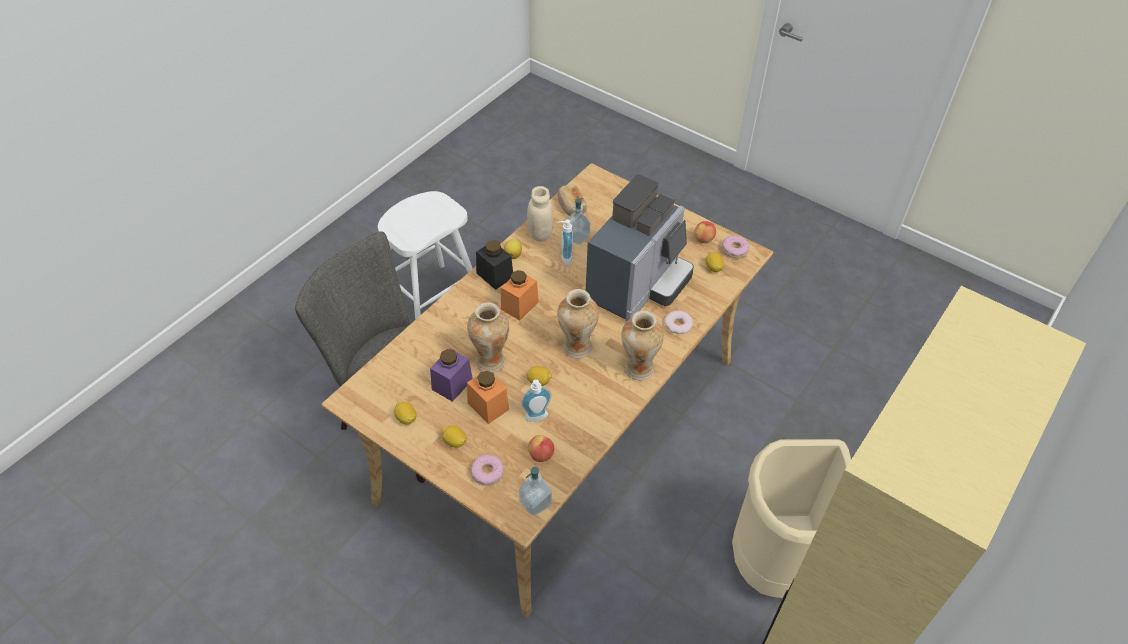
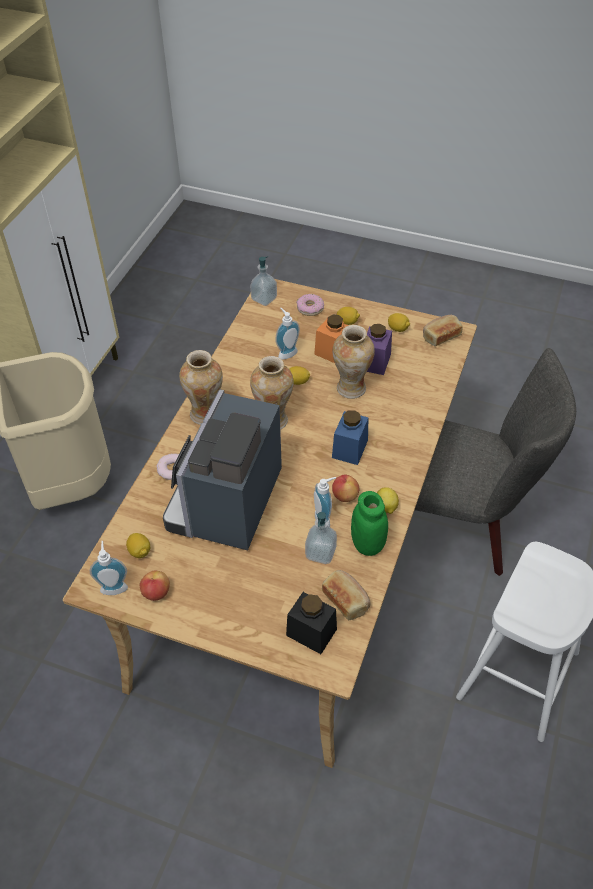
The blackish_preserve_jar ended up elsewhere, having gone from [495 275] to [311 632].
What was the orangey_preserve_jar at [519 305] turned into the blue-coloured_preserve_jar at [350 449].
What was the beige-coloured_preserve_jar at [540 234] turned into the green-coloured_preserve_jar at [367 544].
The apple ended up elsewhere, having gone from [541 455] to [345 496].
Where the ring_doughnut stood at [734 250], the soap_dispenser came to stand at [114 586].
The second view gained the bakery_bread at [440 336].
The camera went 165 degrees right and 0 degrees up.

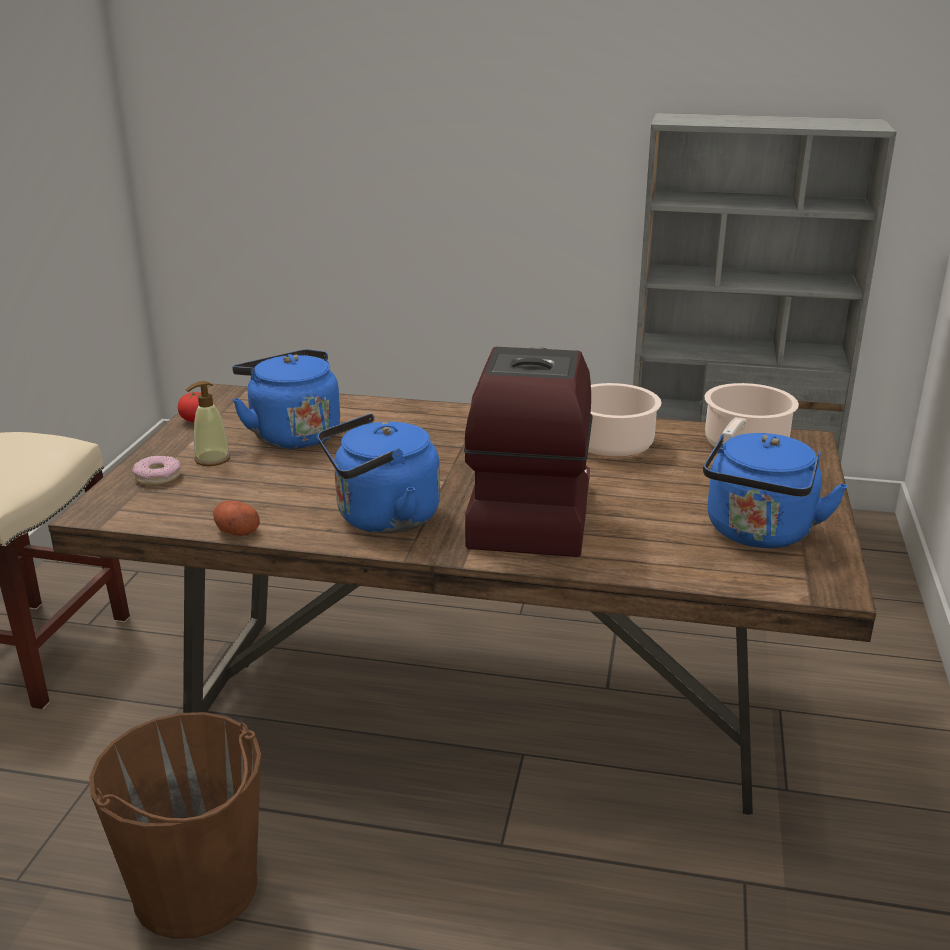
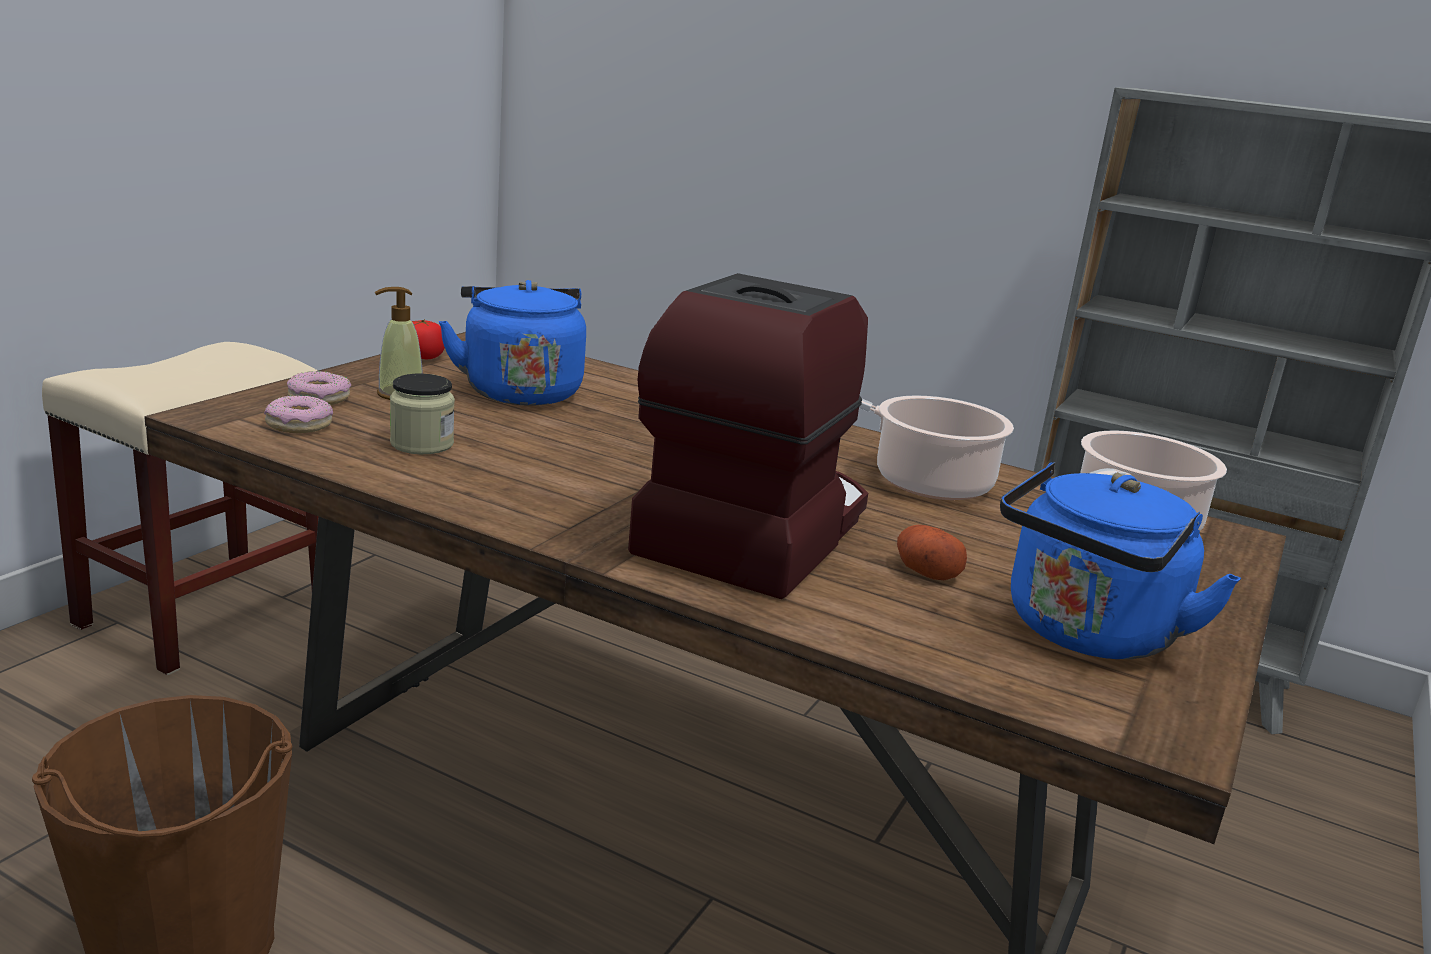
The whole_potato ended up elsewhere, having gone from [235 530] to [924 571].
The second view lost the blue-coloured_kettle at [381 519].
The second view gained the ring_doughnut at [299 425].
The second view gained the preserve_jar at [422 444].
The camera went 15 degrees right and 5 degrees down.

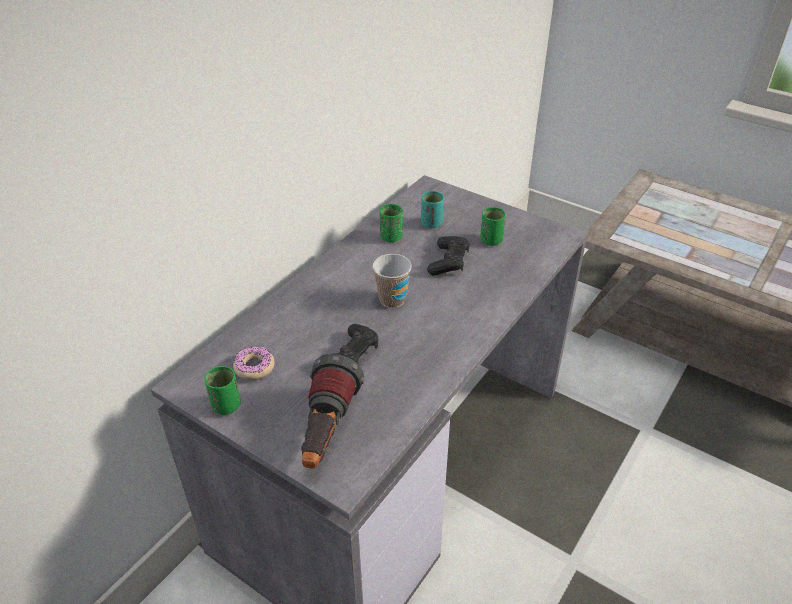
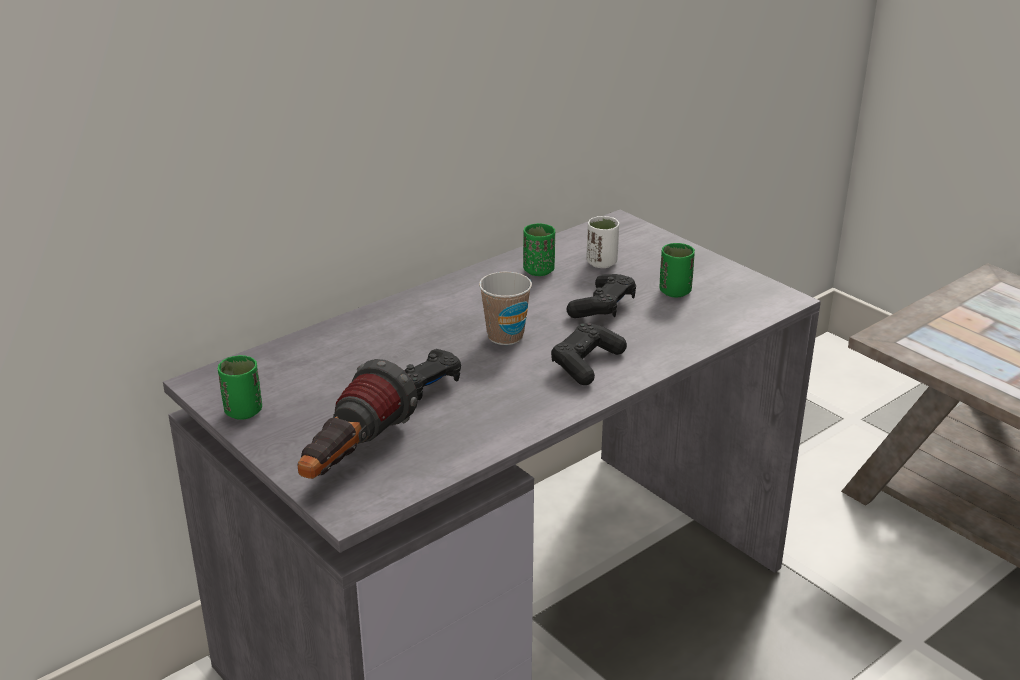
The second view lost the ring_doughnut at [254 367].
What was the turquoise_small_cup at [431 223] turned into the whitish_small_cup at [601 263].
The second view gained the blackish_joypad at [586 363].
The camera went 15 degrees right and 10 degrees down.

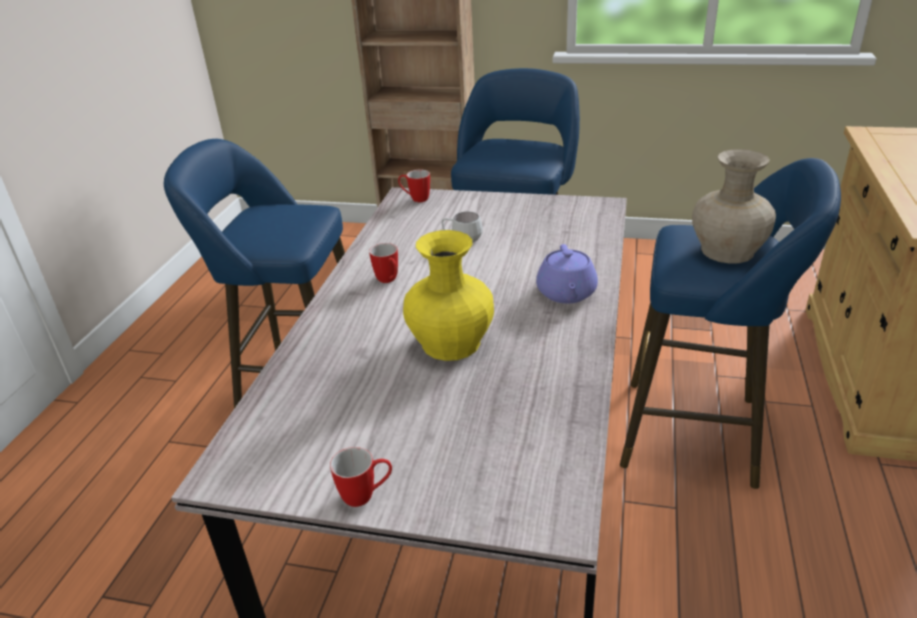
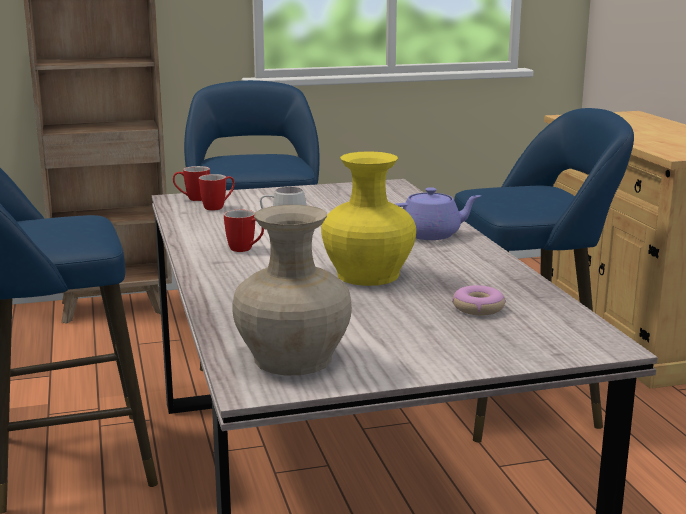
The tea_mug ended up elsewhere, having gone from [366 495] to [218 207].
The purple-coloured_pot_for_tea at [566 293] ended up facing another way, 75 degrees counterclockwise from before.
The beige-coloured_decorative_vase ended up elsewhere, having gone from [728 251] to [294 358].
The second view gained the ring_doughnut at [478 308].
The camera went 30 degrees left and 15 degrees down.

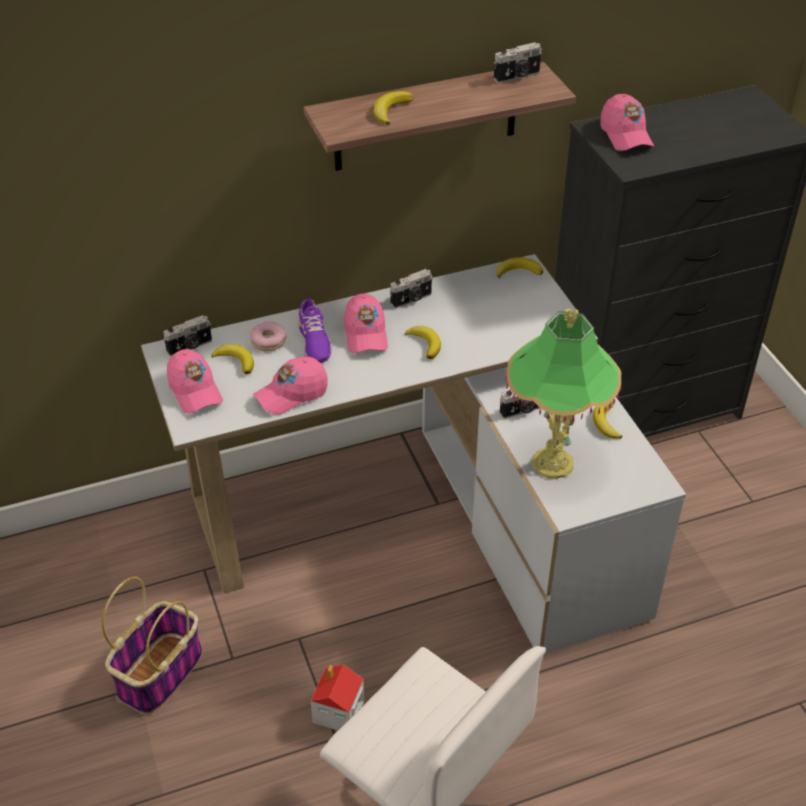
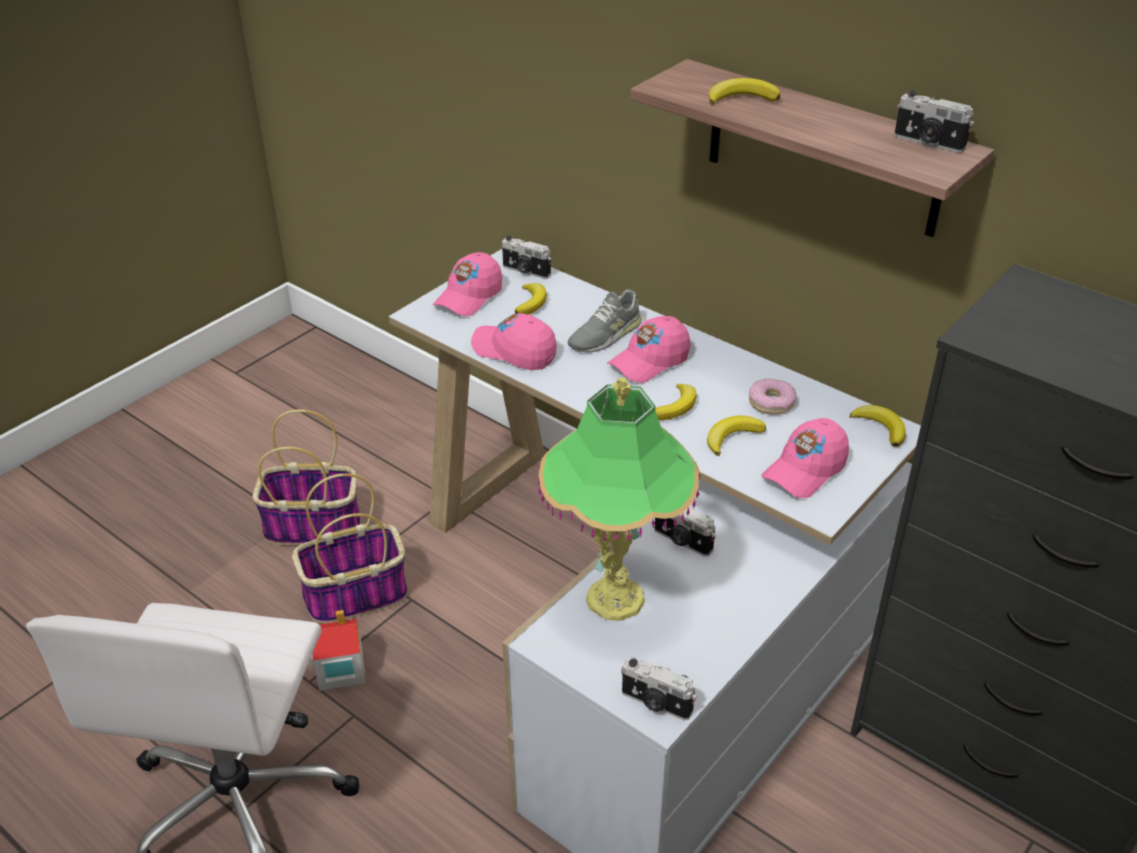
The ring_doughnut ended up elsewhere, having gone from [268 341] to [771 402].
What was the purple-coloured_item_of_footwear at [314 341] turned into the greyish_item_of_footwear at [605 334].
The still_camera ended up elsewhere, having gone from [412 299] to [656 704].
The whole_banana ended up elsewhere, having gone from [606 422] to [732 437].
The pink-coloured_peaked_cap ended up elsewhere, having gone from [625 135] to [805 470].
The second view gained the storage_basket at [354 596].
The camera went 60 degrees right and 5 degrees down.

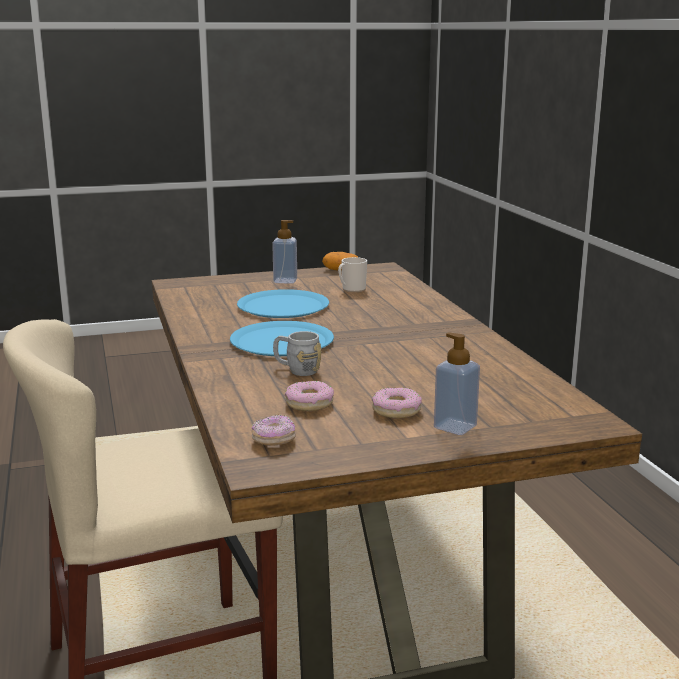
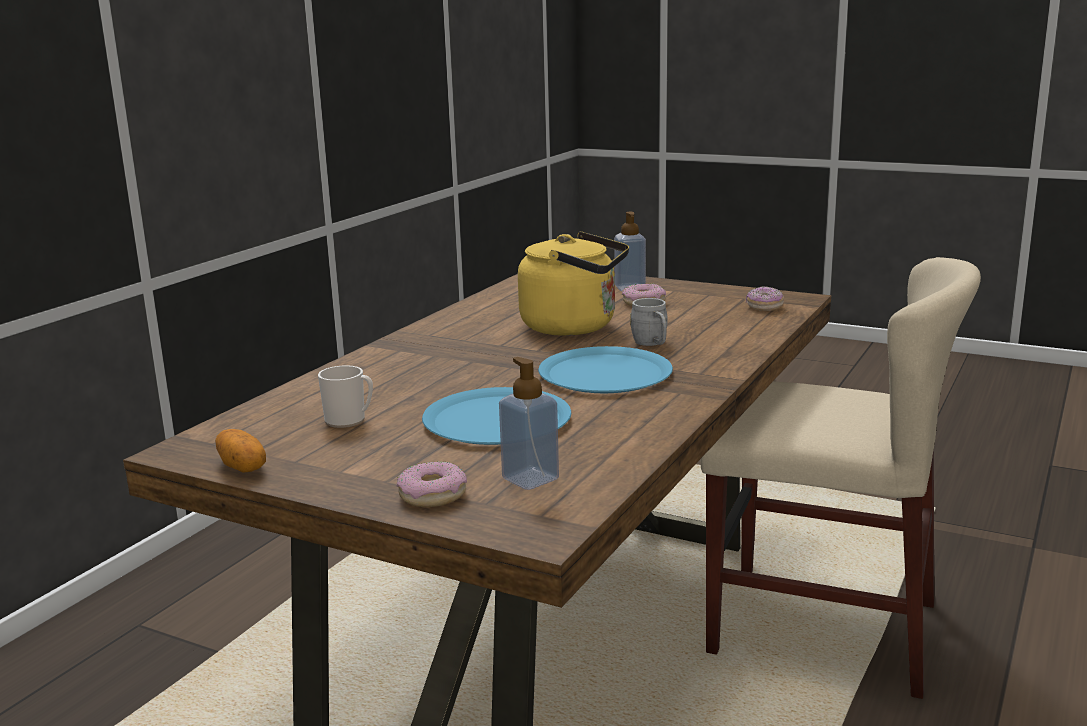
The soap_dispenser ended up elsewhere, having gone from [285 281] to [530 479].
The ring_doughnut ended up elsewhere, having gone from [309 403] to [432 495].
The second view gained the yellow_kettle at [575 326].
The camera went 135 degrees left and 0 degrees up.

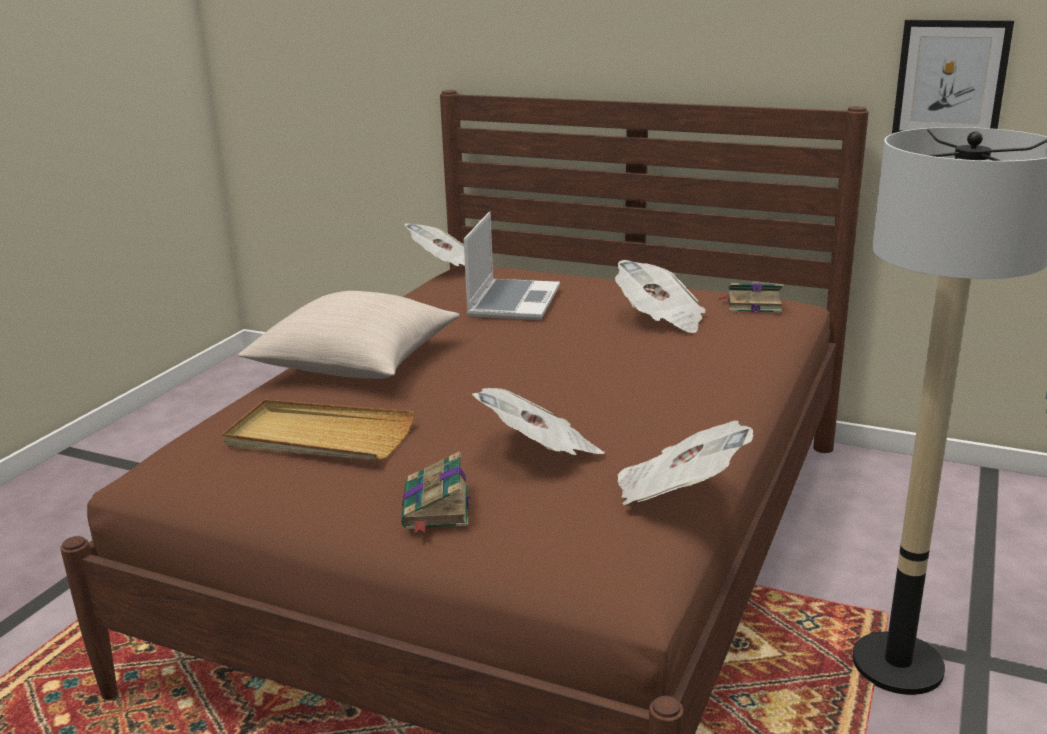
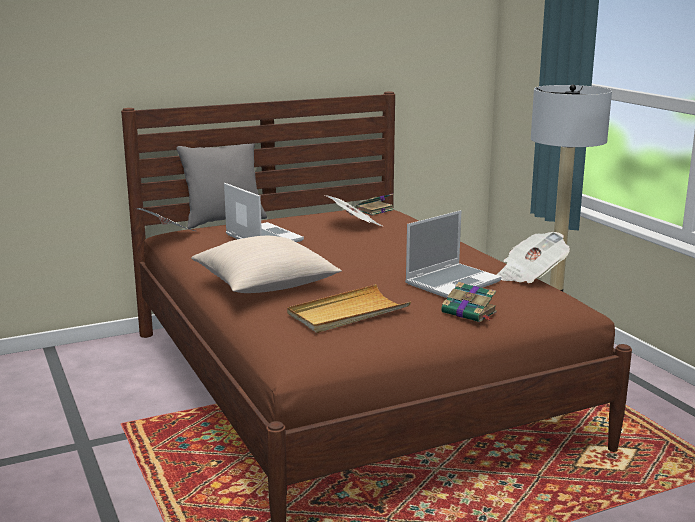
Where the daily_paper stood at [540 452], the notebook_computer came to stand at [452 282].
The second view lost the picture at [950 80].
The second view gained the greyish_pillow at [224 221].
The camera went 50 degrees left and 5 degrees down.

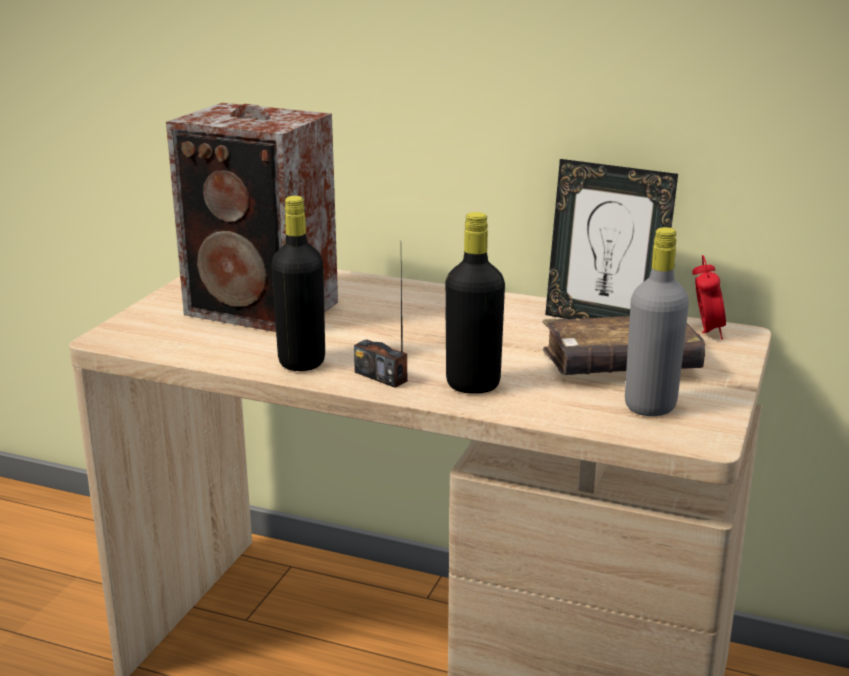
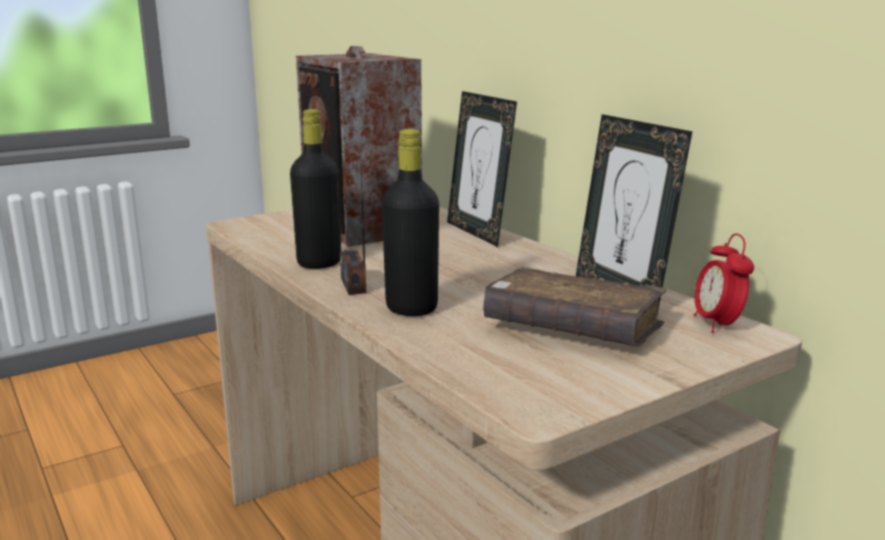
The second view lost the greyish_drink_bottle at [650 406].
The bedside_clock at [705 332] ended up facing another way, 135 degrees clockwise from before.
The second view gained the standing_frame at [478 232].
The camera went 35 degrees right and 5 degrees down.

